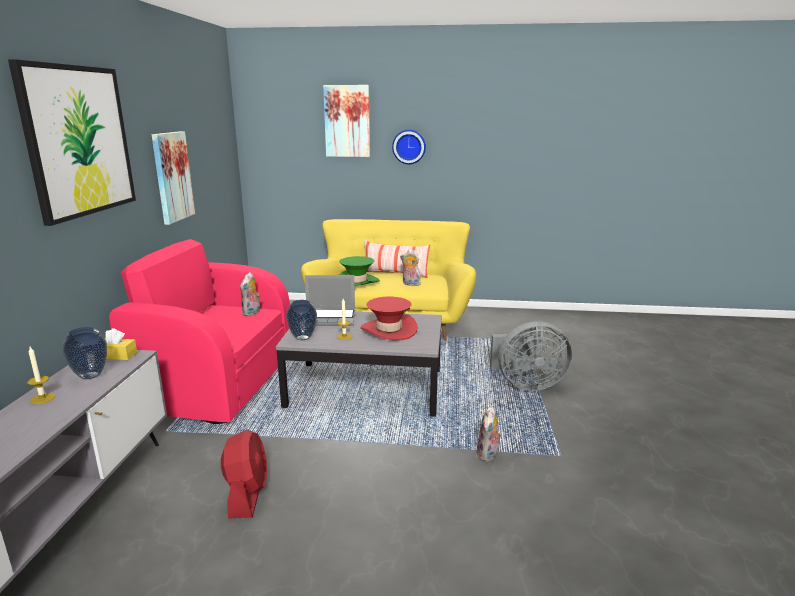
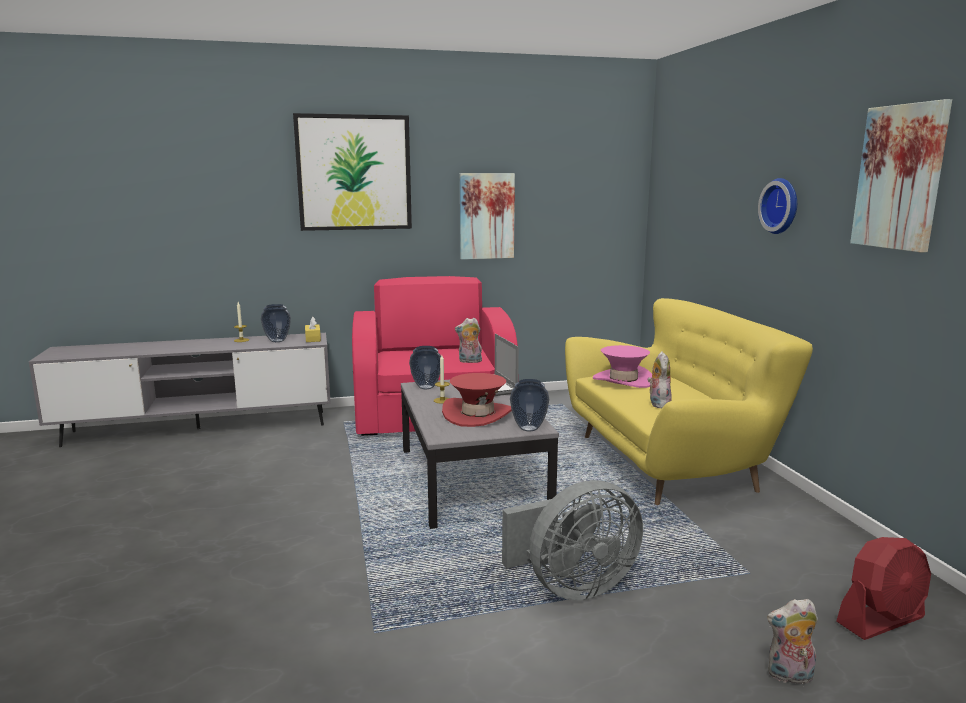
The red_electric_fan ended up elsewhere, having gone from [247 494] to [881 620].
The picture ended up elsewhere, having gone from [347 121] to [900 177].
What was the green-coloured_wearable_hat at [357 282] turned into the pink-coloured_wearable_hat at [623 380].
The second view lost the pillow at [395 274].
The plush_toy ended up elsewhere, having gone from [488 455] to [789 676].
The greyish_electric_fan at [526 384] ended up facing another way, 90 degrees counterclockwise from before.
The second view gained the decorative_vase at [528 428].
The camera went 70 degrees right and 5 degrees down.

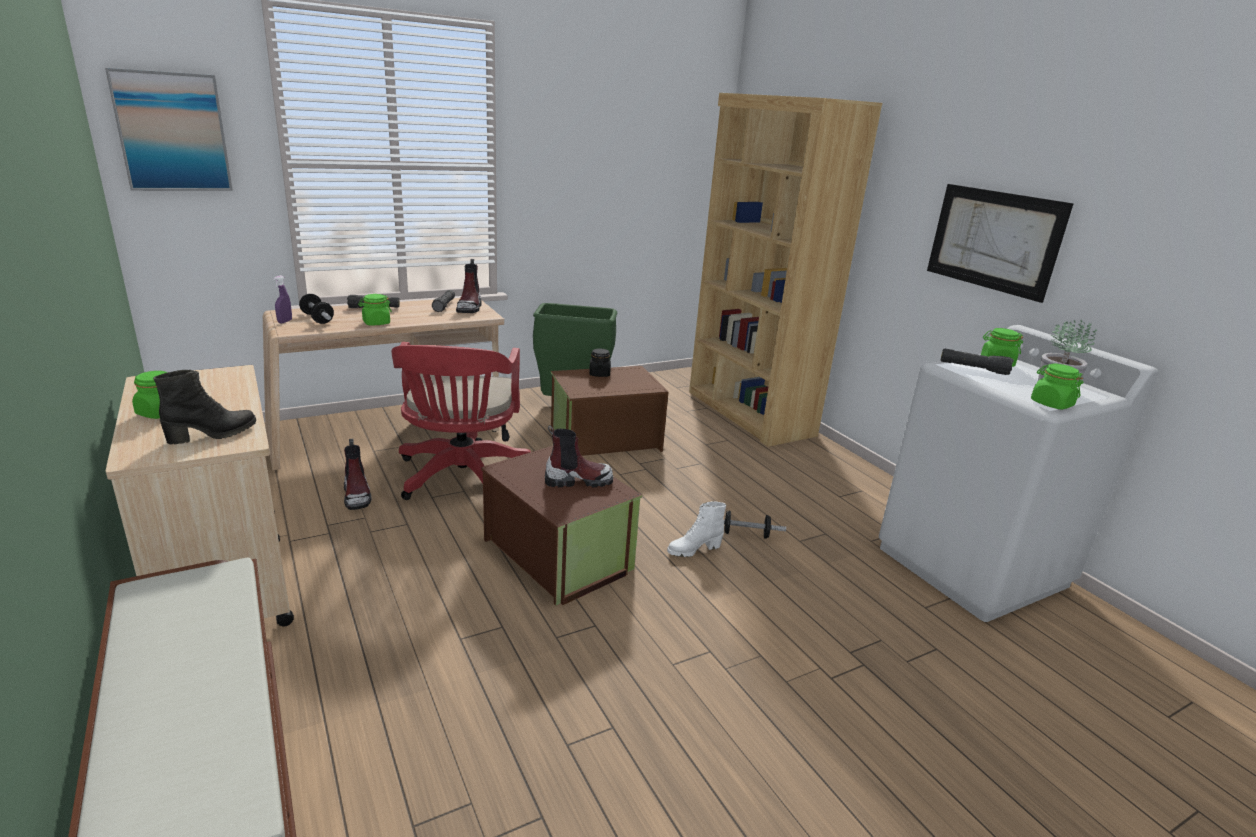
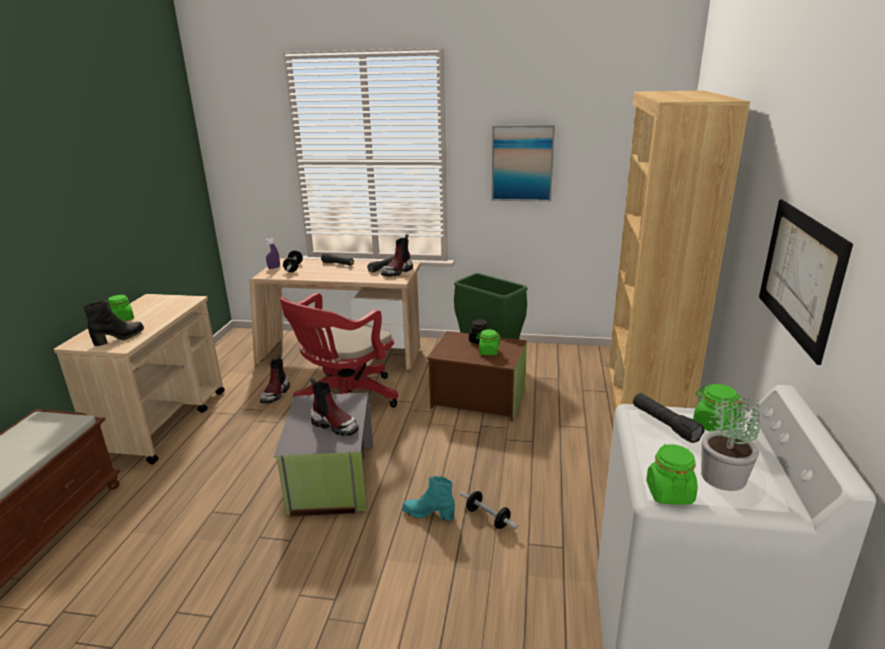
The picture ended up elsewhere, having gone from [172 132] to [522 163].
The blackish_high-top_boot at [213 434] ended up facing another way, 45 degrees counterclockwise from before.
The green-coloured_preserve_jar ended up elsewhere, having gone from [376 323] to [488 352].
What was the brown_storage_container at [556 556] turned into the greyish_storage_container at [330 479].
What was the whitish_high-top_boot at [693 550] turned into the turquoise_high-top_boot at [428 513].
The camera went 40 degrees right and 0 degrees up.

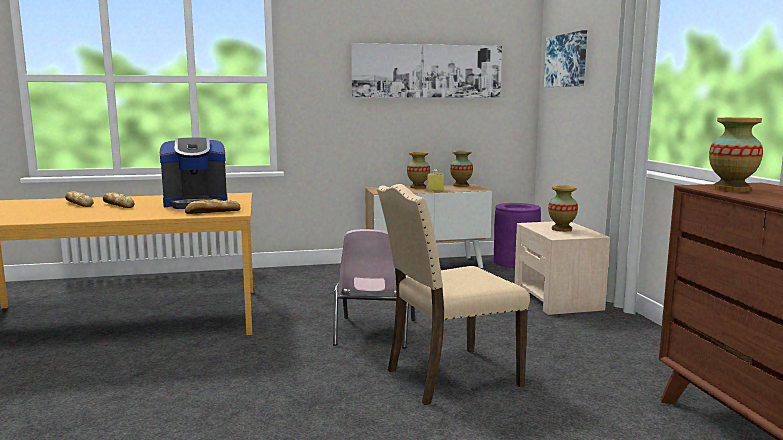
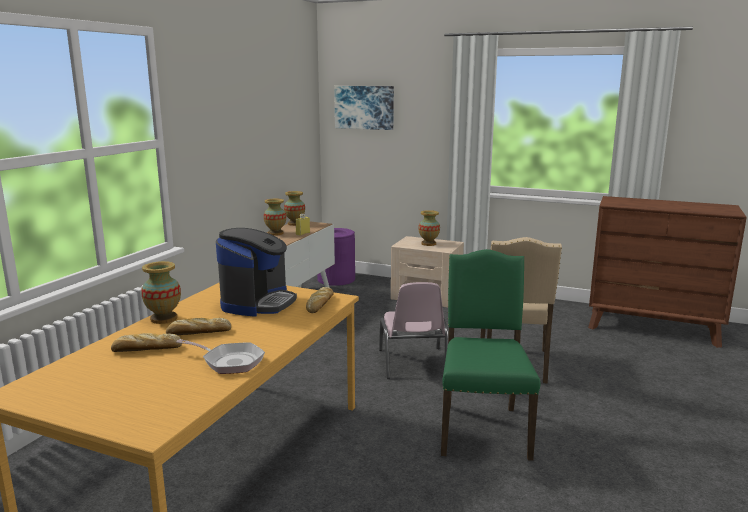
The pink-coloured_upright_chair at [373 333] ended up facing another way, 45 degrees clockwise from before.
The second view lost the picture at [427 71].
The decorative_vase ended up elsewhere, having gone from [732 189] to [164 319].
The second view gained the frying_pan at [229 362].
The second view gained the green-coloured_upright_chair at [482 429].
The camera went 55 degrees left and 5 degrees up.

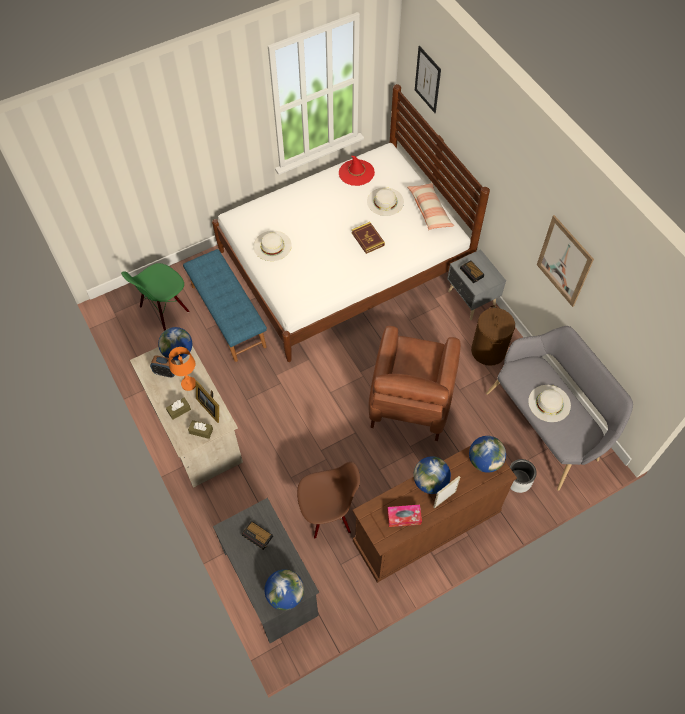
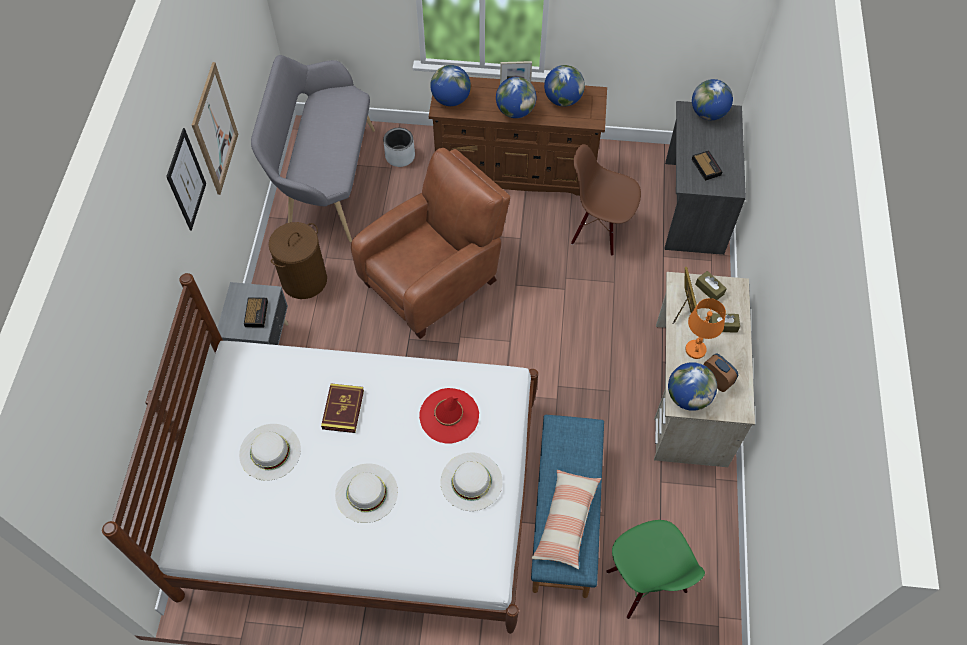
The green-coloured_upright_chair at [164 310] ended up facing another way, 75 degrees clockwise from before.
The red_wearable_hat ended up elsewhere, having gone from [356 173] to [449 416].
Where the tissue_holder stood at [404 517], the desk_globe came to stand at [563 100].
The pillow ended up elsewhere, having gone from [429 210] to [566 521].
The picture ended up elsewhere, having gone from [427 79] to [186 180].
The whitish_wearable_hat ended up elsewhere, having gone from [549 403] to [366 492].
The camera went 145 degrees left and 0 degrees up.

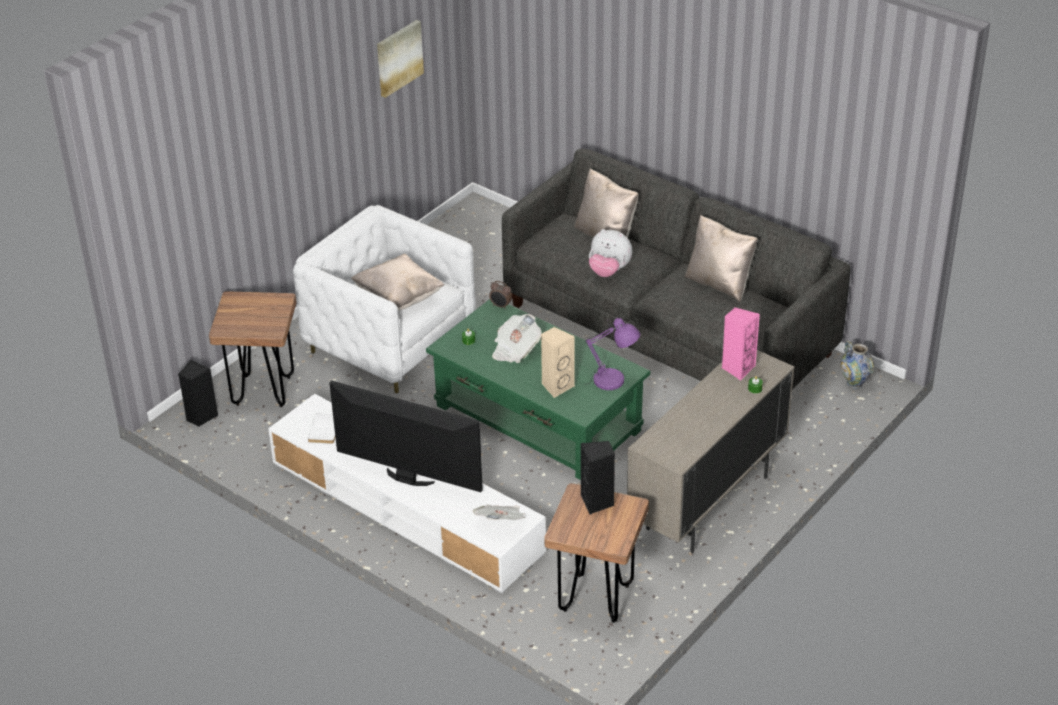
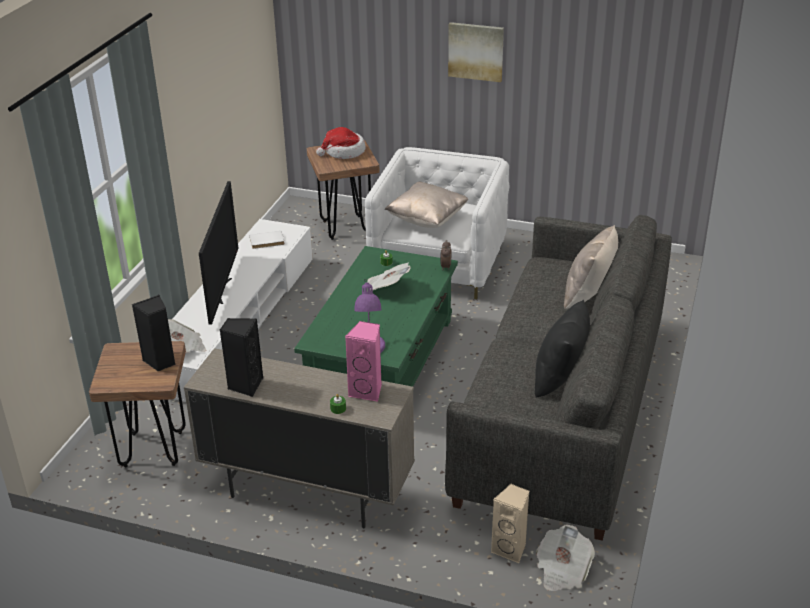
The blackish_audio_speaker ended up elsewhere, having gone from [200 417] to [245 385].
The picture ended up elsewhere, having gone from [398 57] to [476 51].
The beige-coloured_audio_speaker ended up elsewhere, having gone from [556 386] to [511 549].
The second view lost the plush_toy at [609 271].
What was the beige-coloured_pillow at [719 283] turned into the blackish_pillow at [560 378].
Where the decorative_vase stood at [855 383], the daily_paper came to stand at [562 570].
The second view gained the wearable_hat at [343 152].
The camera went 70 degrees right and 5 degrees down.

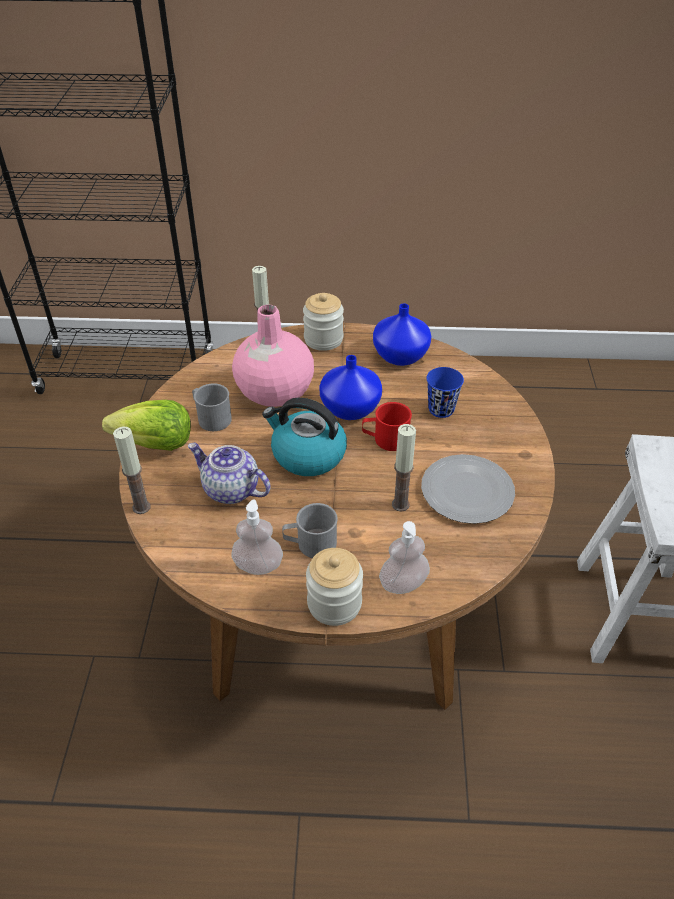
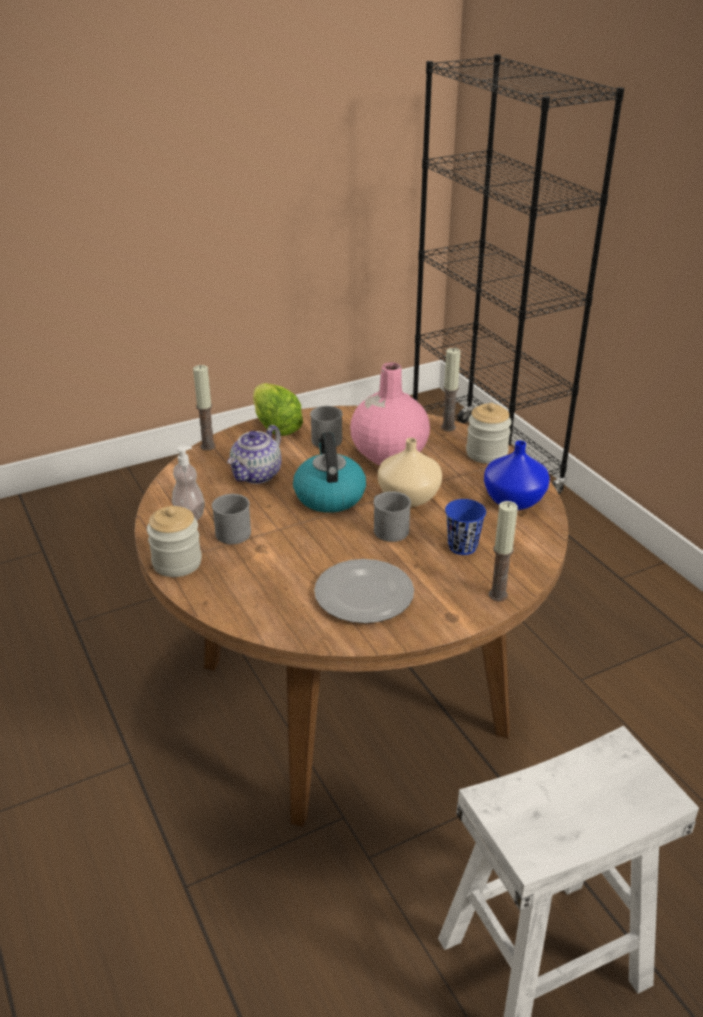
The pot_for_tea at [230 490] ended up facing another way, 150 degrees counterclockwise from before.
What was the blue-coloured_decorative_vase at [349 408] turned into the beige-coloured_decorative_vase at [408 496].
What was the red_tea_mug at [385 439] turned into the greyish_tea_mug at [388 528].
The second view lost the soap_dispenser at [403 584].
The wax_light ended up elsewhere, having gone from [400 504] to [498 595].
The camera went 60 degrees right and 10 degrees down.

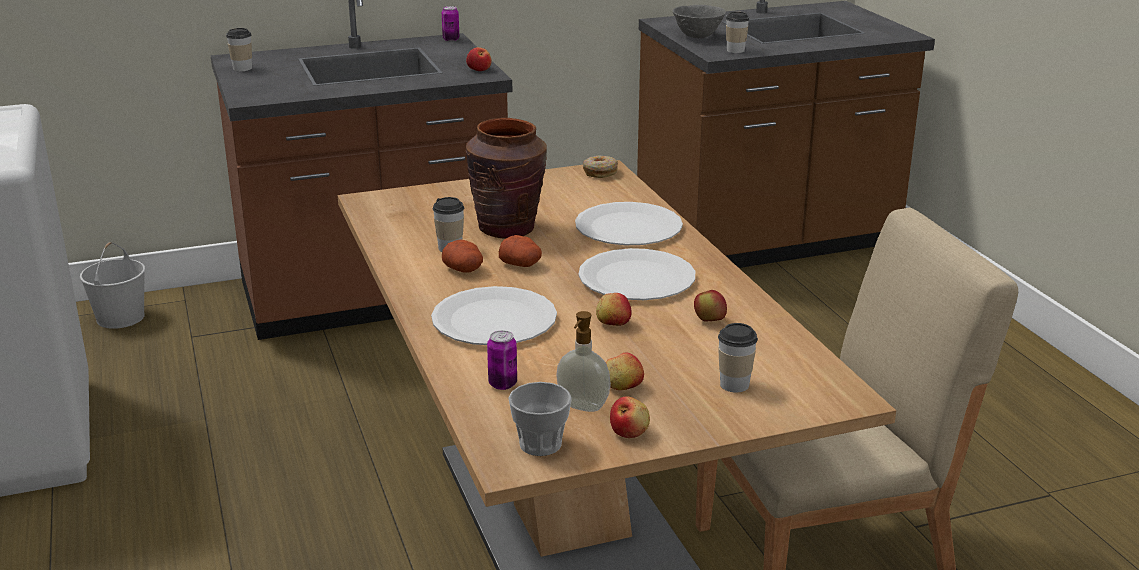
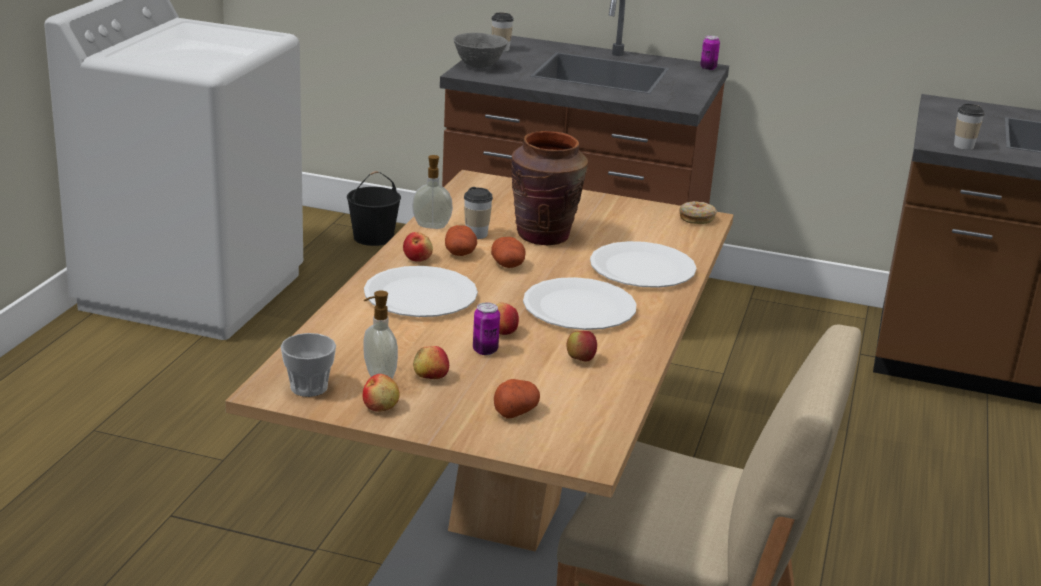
What was the whitish_bucket at [120 317] turned into the blackish_bucket at [373 237].
The apple ended up elsewhere, having gone from [479 69] to [417 258].
The sealed_can ended up elsewhere, having gone from [502 384] to [485 350].
The greyish_bowl ended up elsewhere, having gone from [698 37] to [479 66].
Where the small_cup stood at [734 384], the whole_potato came to stand at [515 411].
The second view gained the soap_dispenser at [432 226].
The camera went 35 degrees right and 0 degrees up.

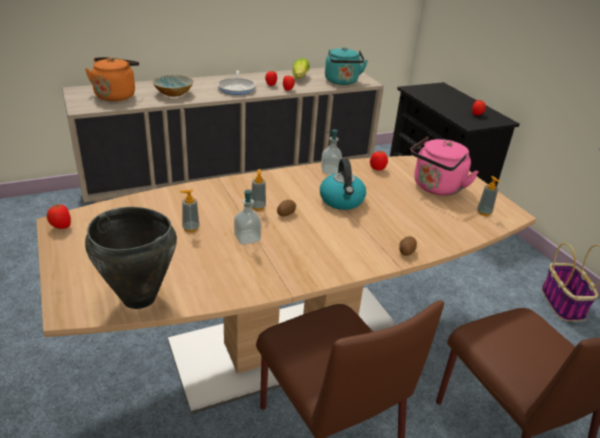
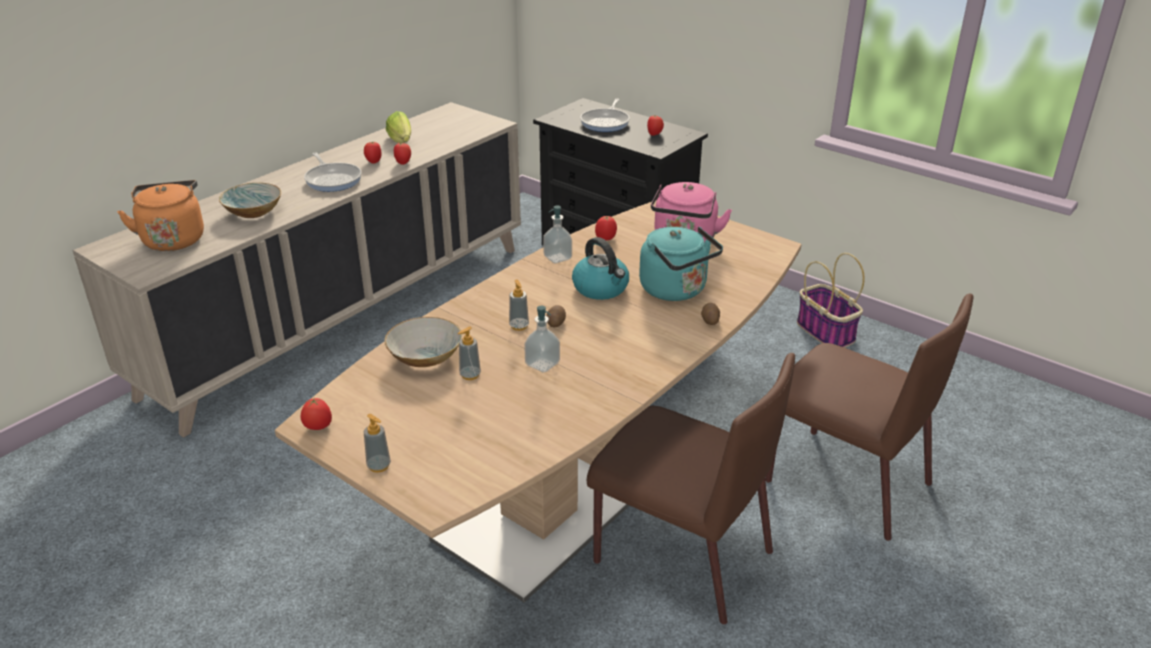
The second view lost the blackish_stockpot at [139 298].
The turquoise_kettle ended up elsewhere, having gone from [342 82] to [676 290].
The soap_dispenser ended up elsewhere, having gone from [484 212] to [379 466].
The second view gained the bowl at [424 357].
The second view gained the frying_pan at [606 122].
The camera went 25 degrees left and 0 degrees up.

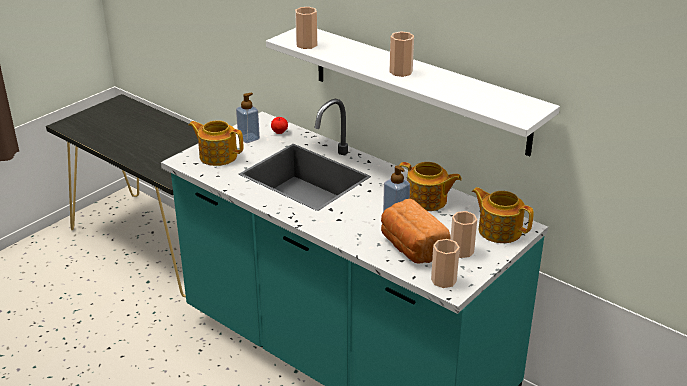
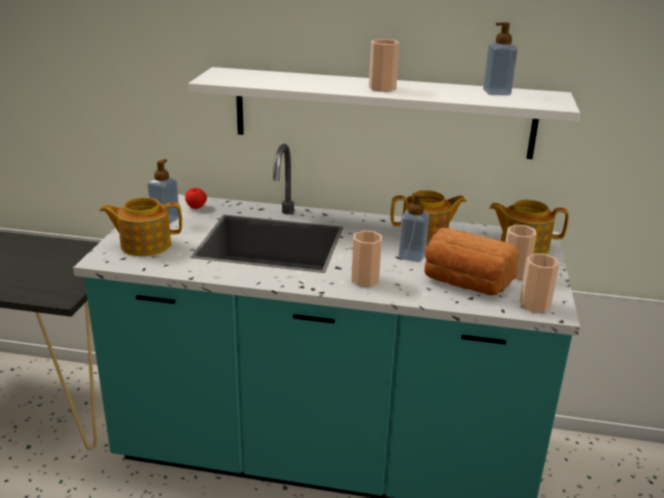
The small_cup ended up elsewhere, having gone from [306 45] to [365 280].
The second view gained the soap_dispenser at [496 92].
The camera went 30 degrees left and 5 degrees down.

